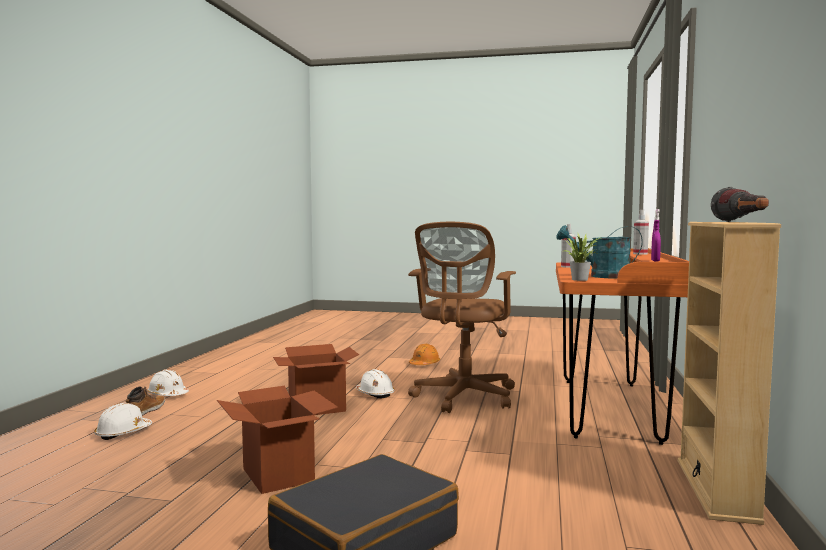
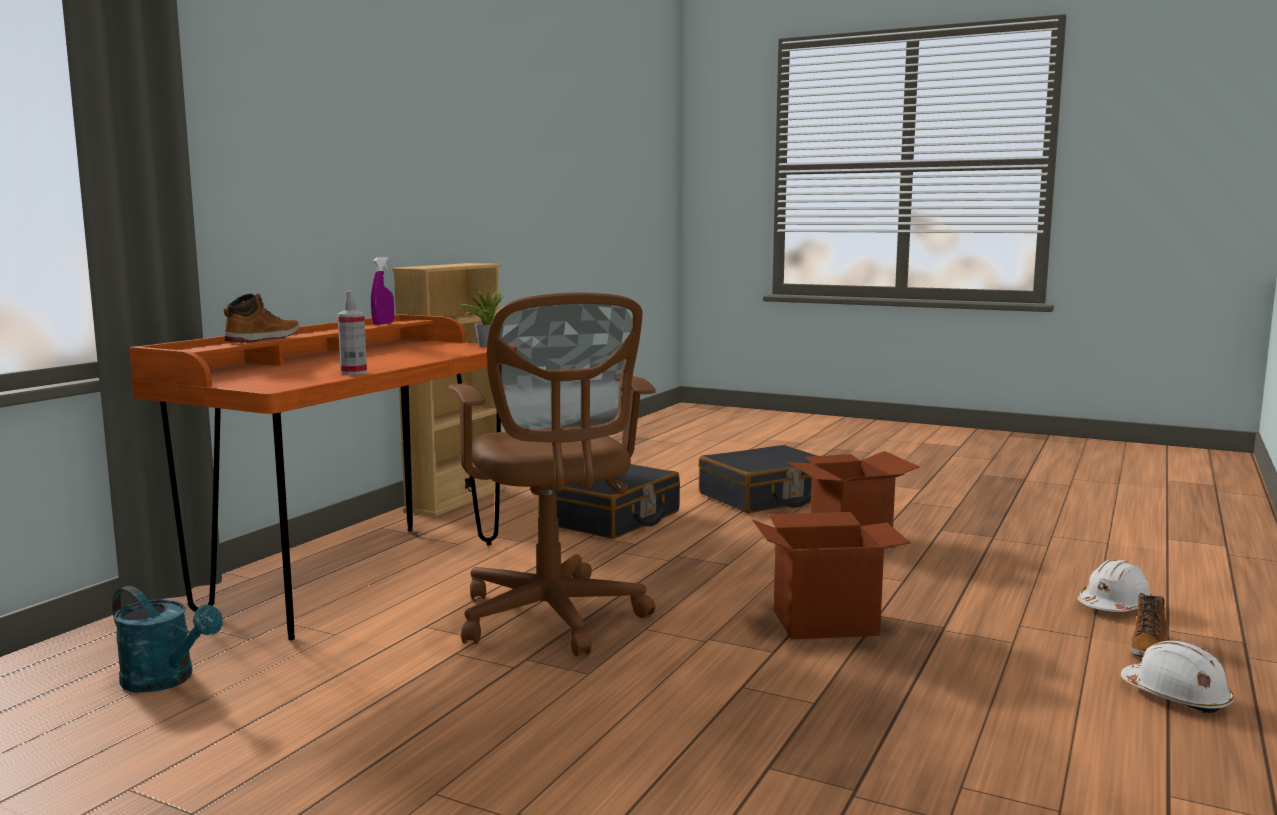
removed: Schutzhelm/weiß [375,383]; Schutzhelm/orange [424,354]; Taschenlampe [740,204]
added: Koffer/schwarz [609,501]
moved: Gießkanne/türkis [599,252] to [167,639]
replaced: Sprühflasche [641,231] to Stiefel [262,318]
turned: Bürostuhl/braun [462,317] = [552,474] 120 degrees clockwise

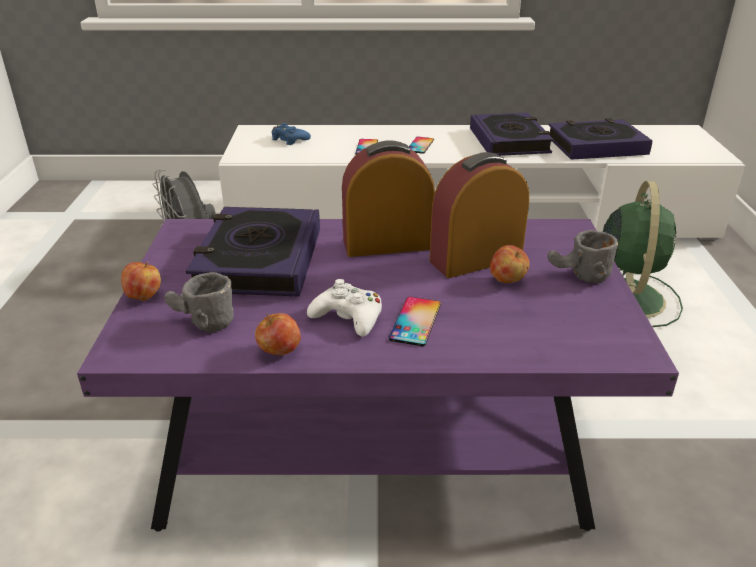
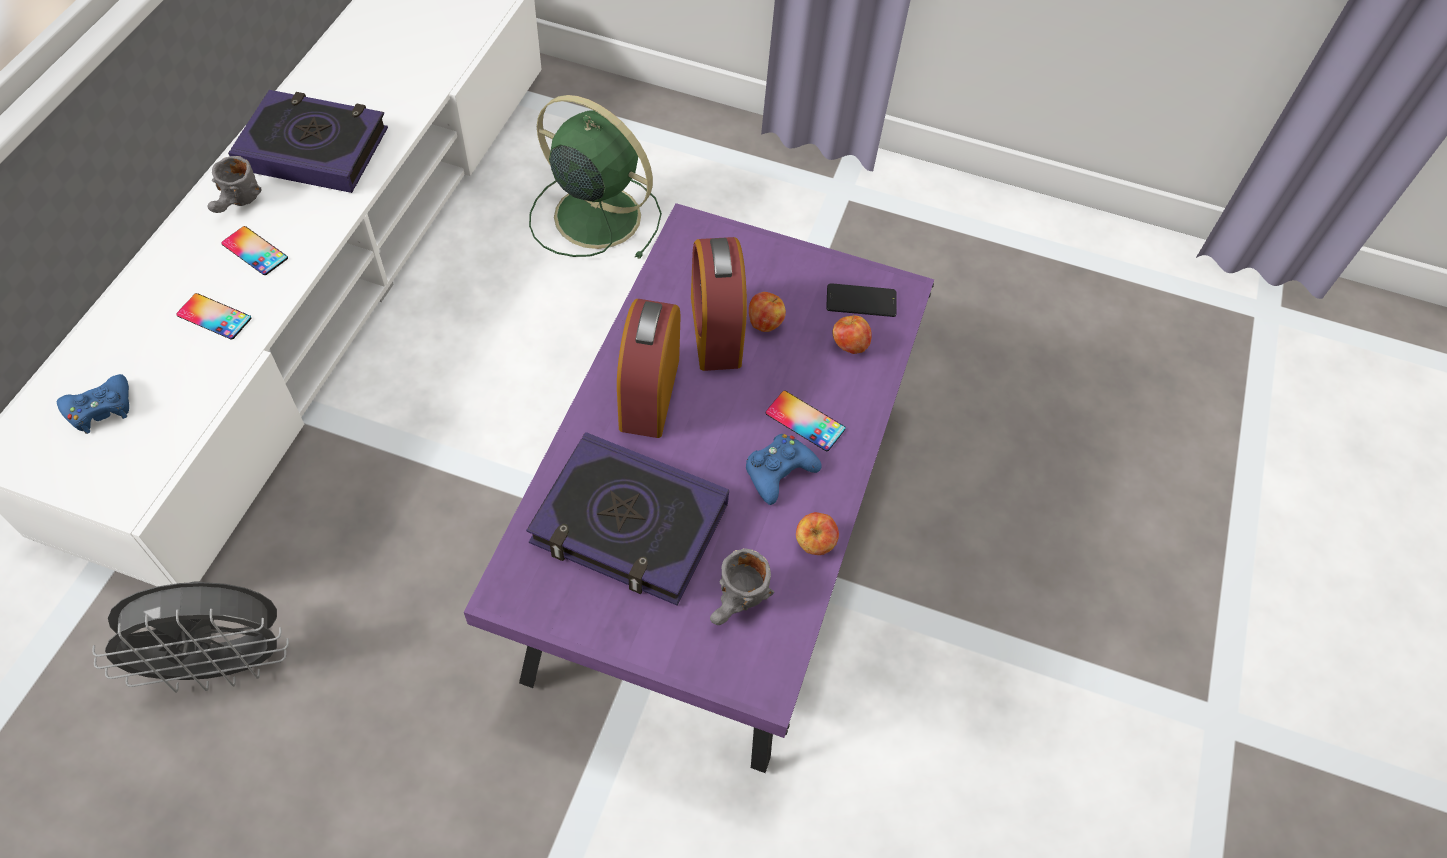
removed: Buch [601,139]
added: Handy [861,300]
moved: Henkelbecher/grau [582,256] to [235,184]; Apfel [141,281] to [852,334]
recoloured: Gamepad/weiß [344,308] to Gamepad/blau [784,469]

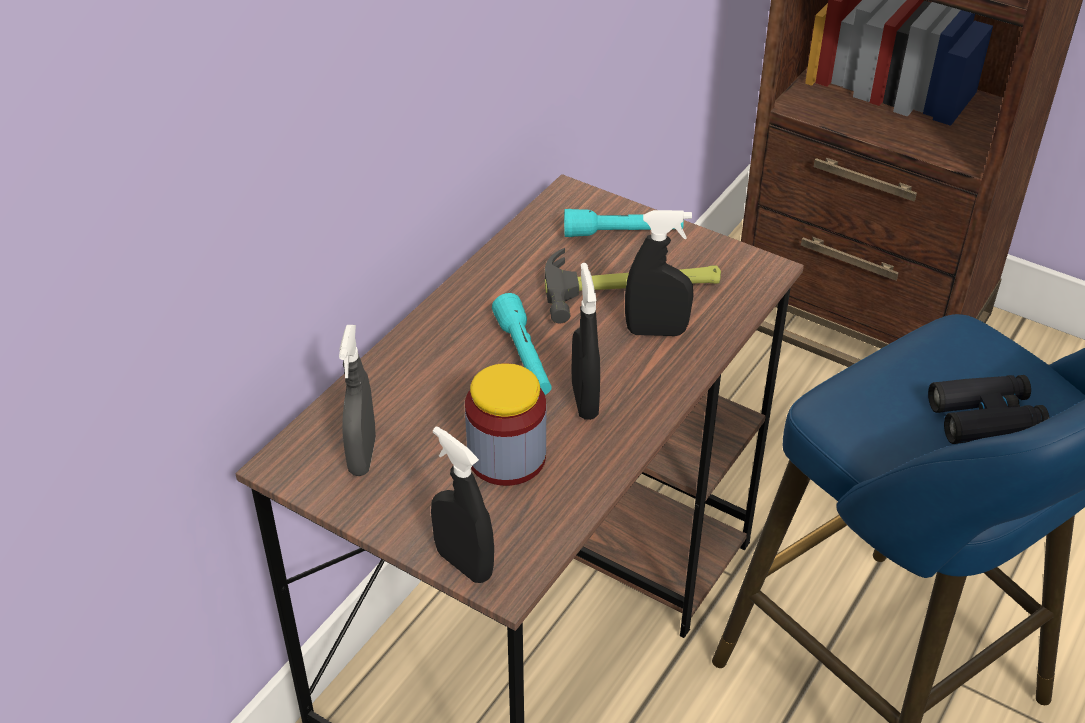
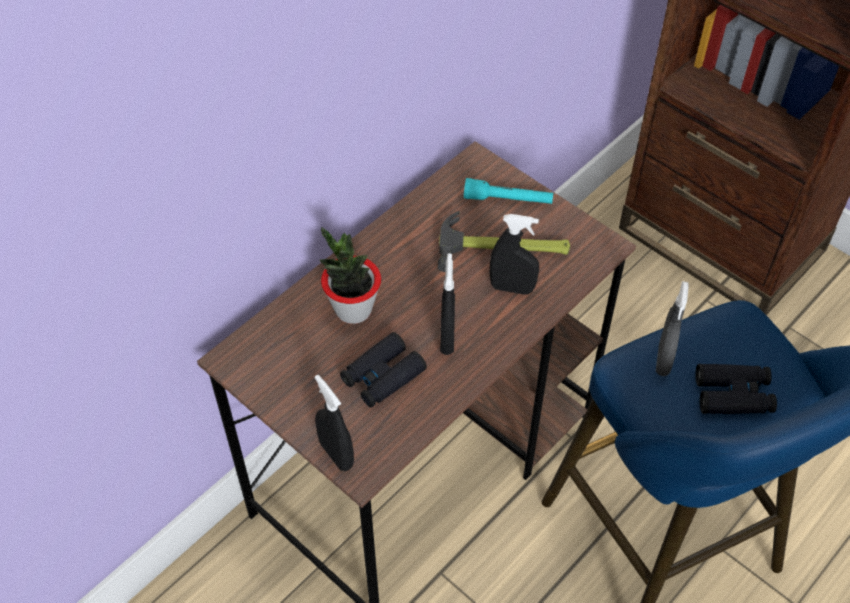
removed: Taschenlampe/türkis [522,344]
added: Topfpflanze [350,275]
moved: Sprühflasche/grau [357,400] to [672,328]
replaced: Vorratsglas [505,424] to Fernglas/schwarz [383,370]

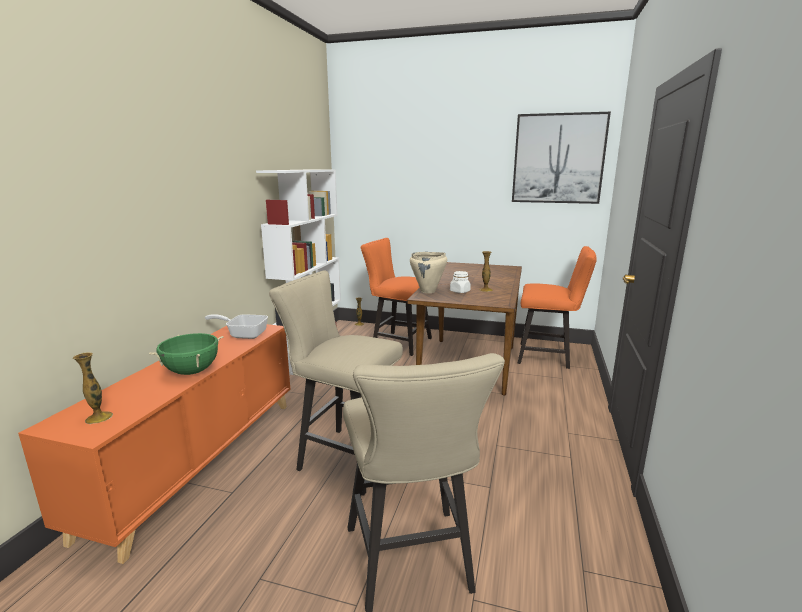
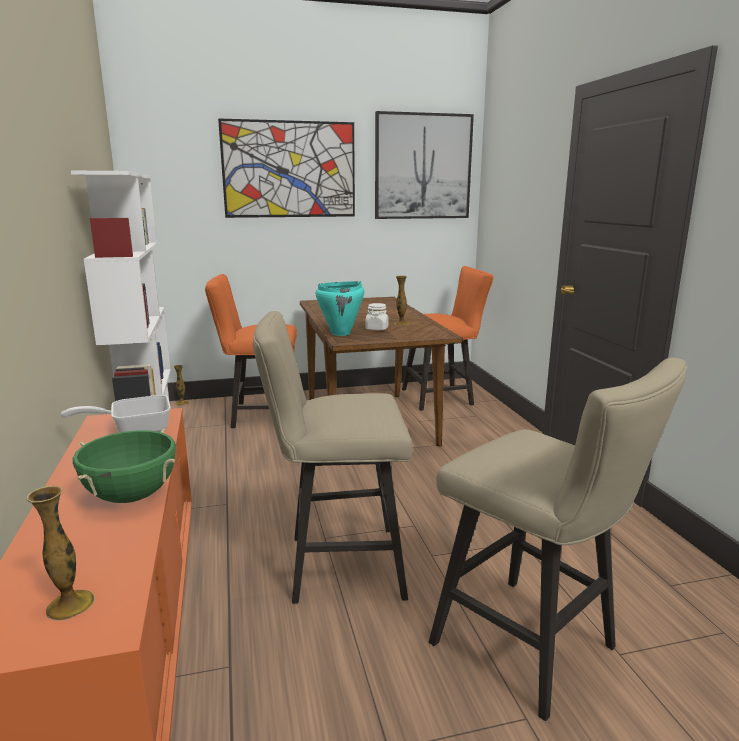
added: Bild [286,168]
recoloured: Kochtopf/beige [428,272] to Kochtopf/türkis [340,308]

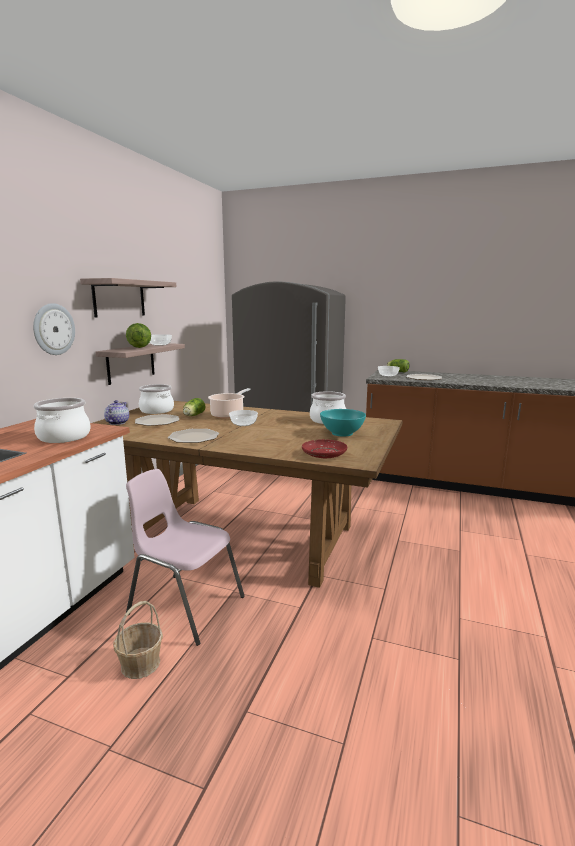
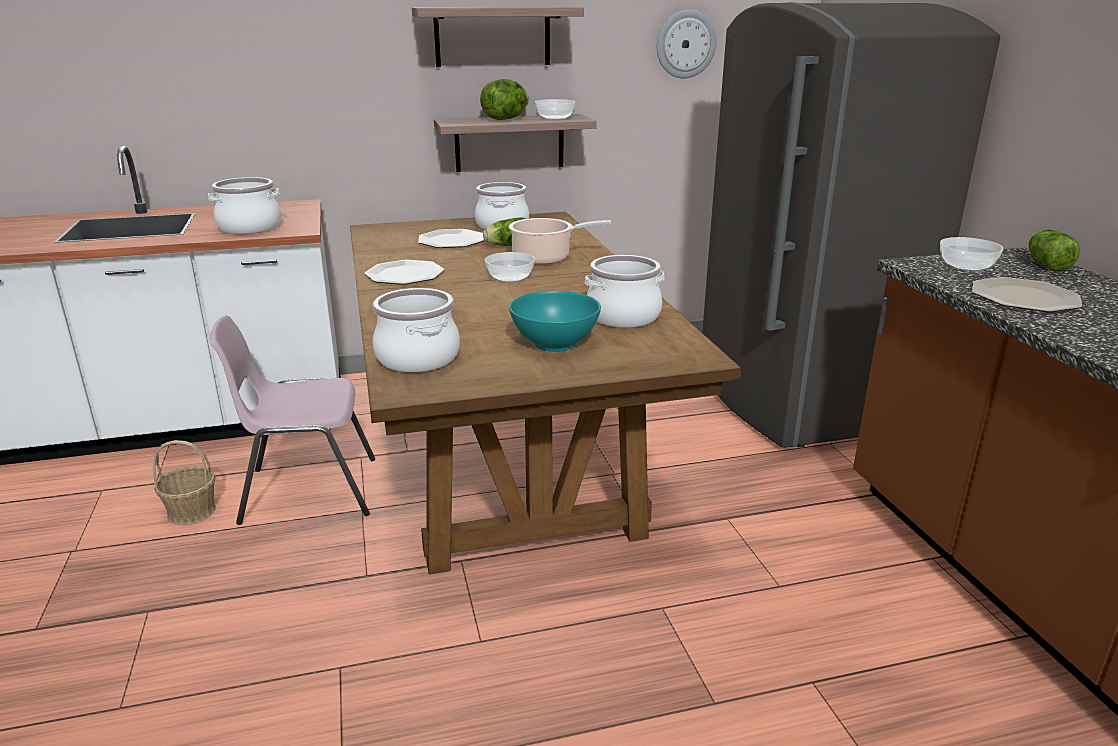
removed: Teekanne [116,412]
moved: Wanduhr [54,329] to [687,43]
replaced: Teller/rot [324,448] to Kochtopf [416,330]
turned: Stuhl/rosa [185,557] = [292,420] 90 degrees counterclockwise

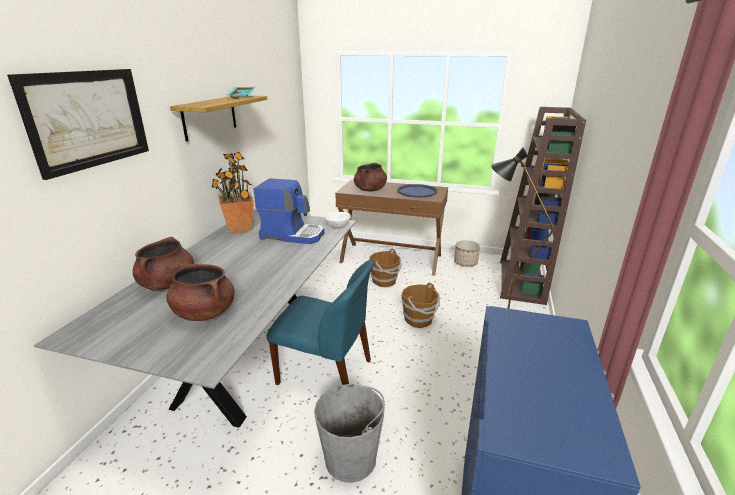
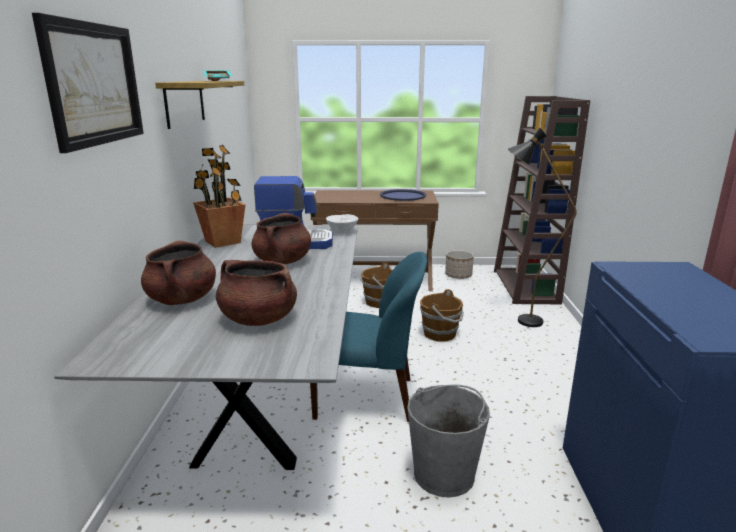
moved: Kochtopf/braun [370,177] to [281,238]

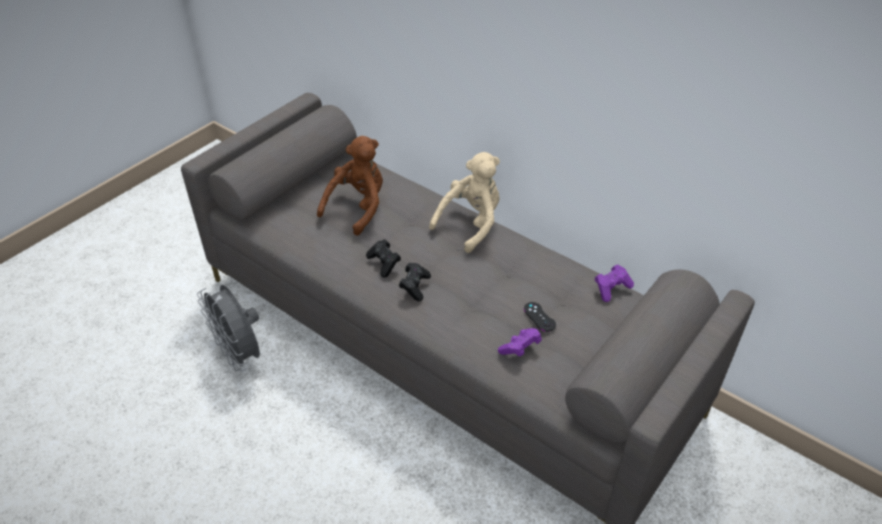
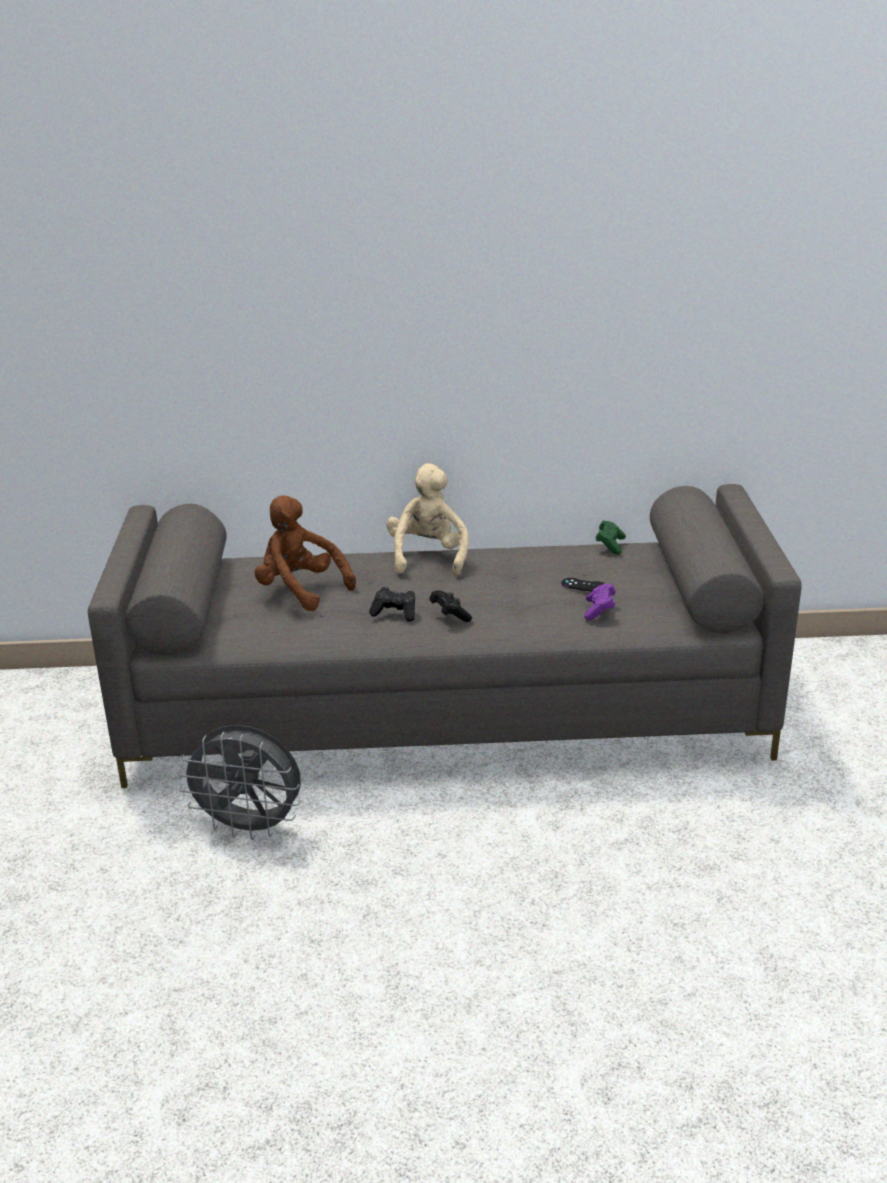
recoloured: Gamepad/lila [614,283] to Gamepad/grün [611,537]
turned: Plüschtier/braun [350,186] = [305,553] 45 degrees counterclockwise

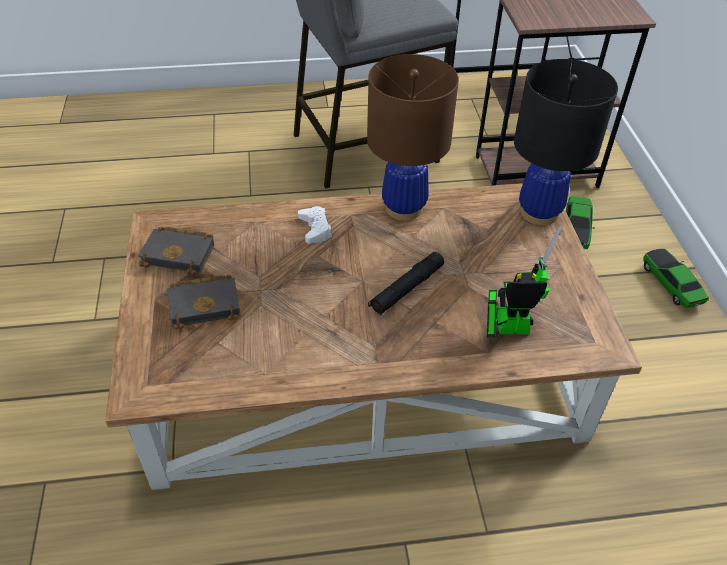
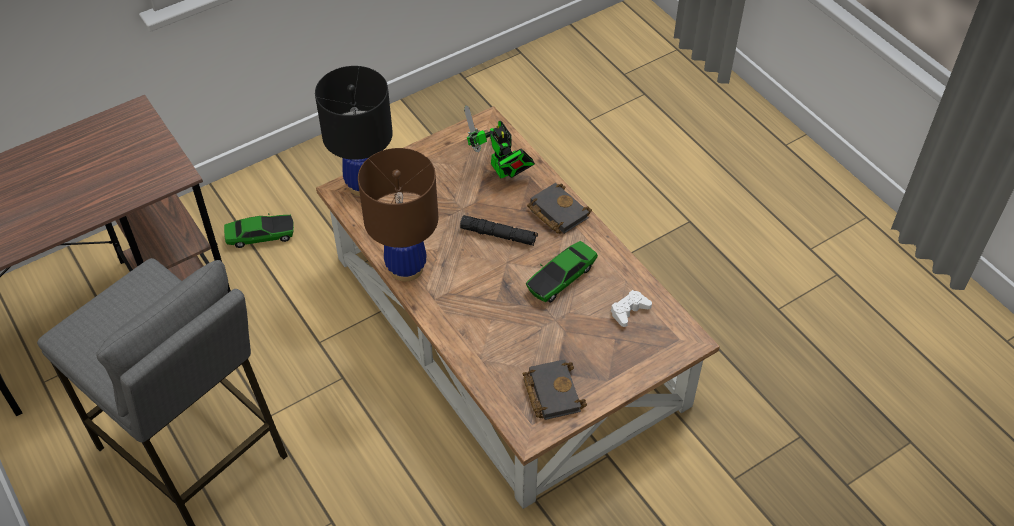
moved: Spielzeugauto [676,278] to [562,272]; Buch/schwarz [204,302] to [559,208]; Gamepad/weiß [315,225] to [631,308]

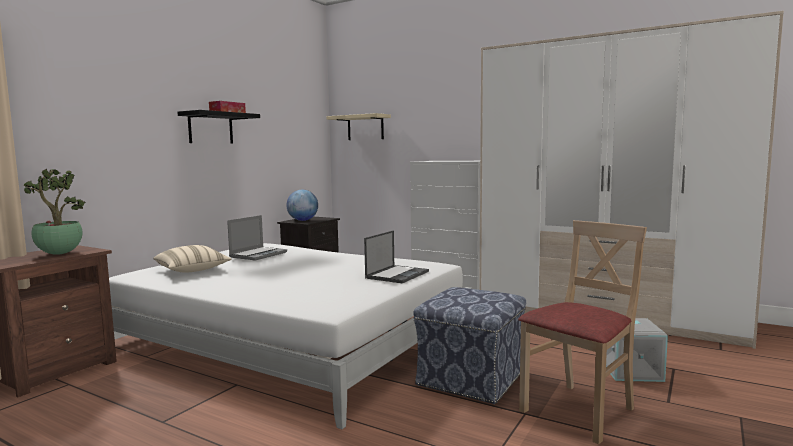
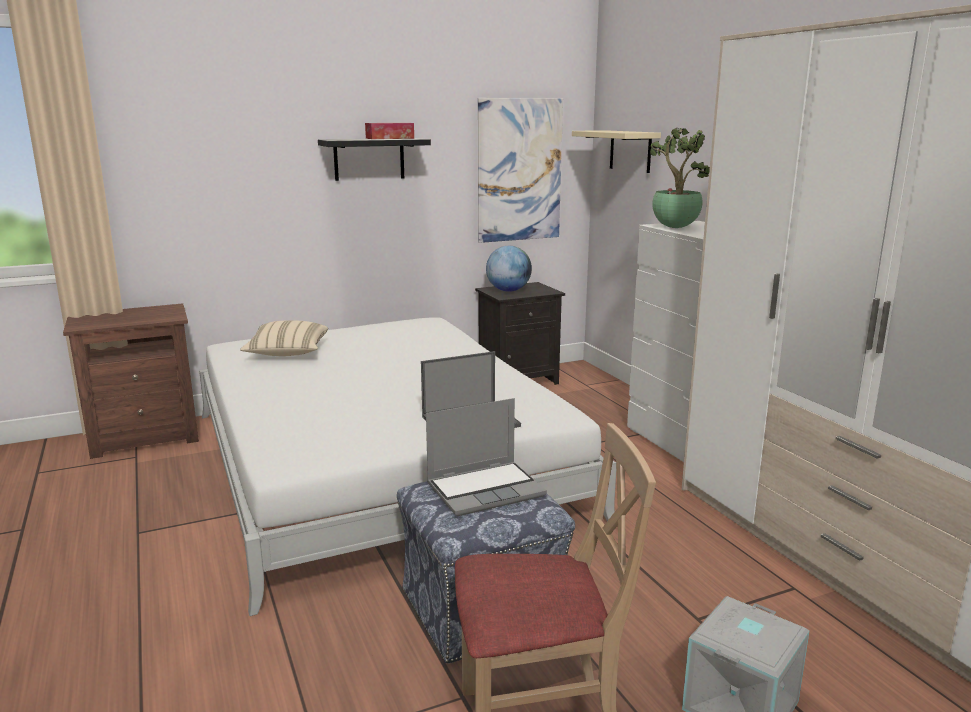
added: Bild [520,170]
moved: Laptop [257,238] to [486,457]; Topfpflanze [55,212] to [680,177]

